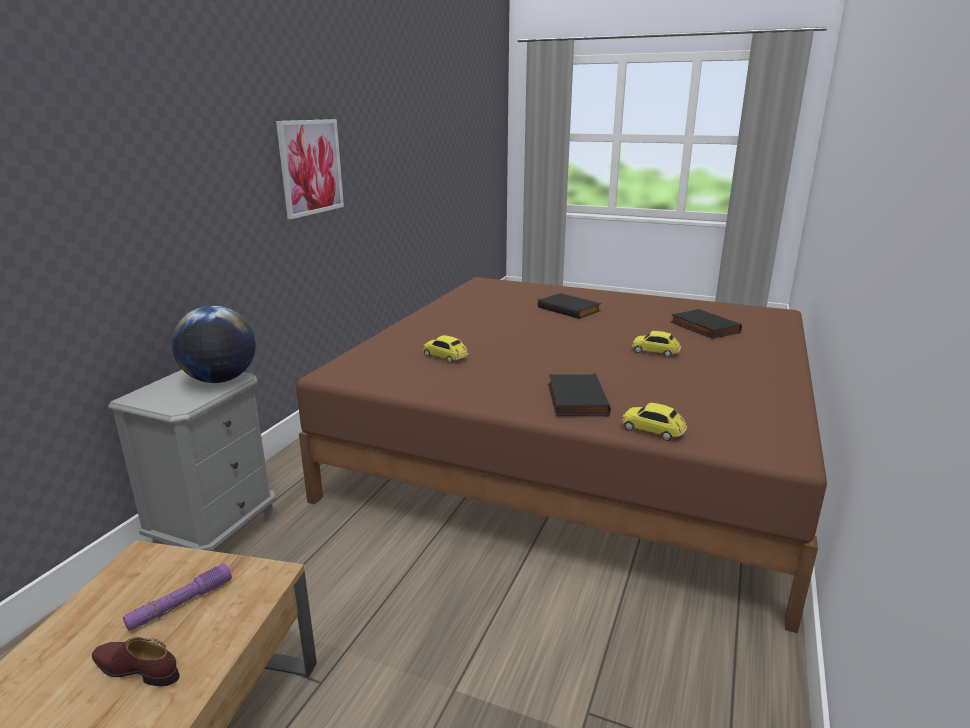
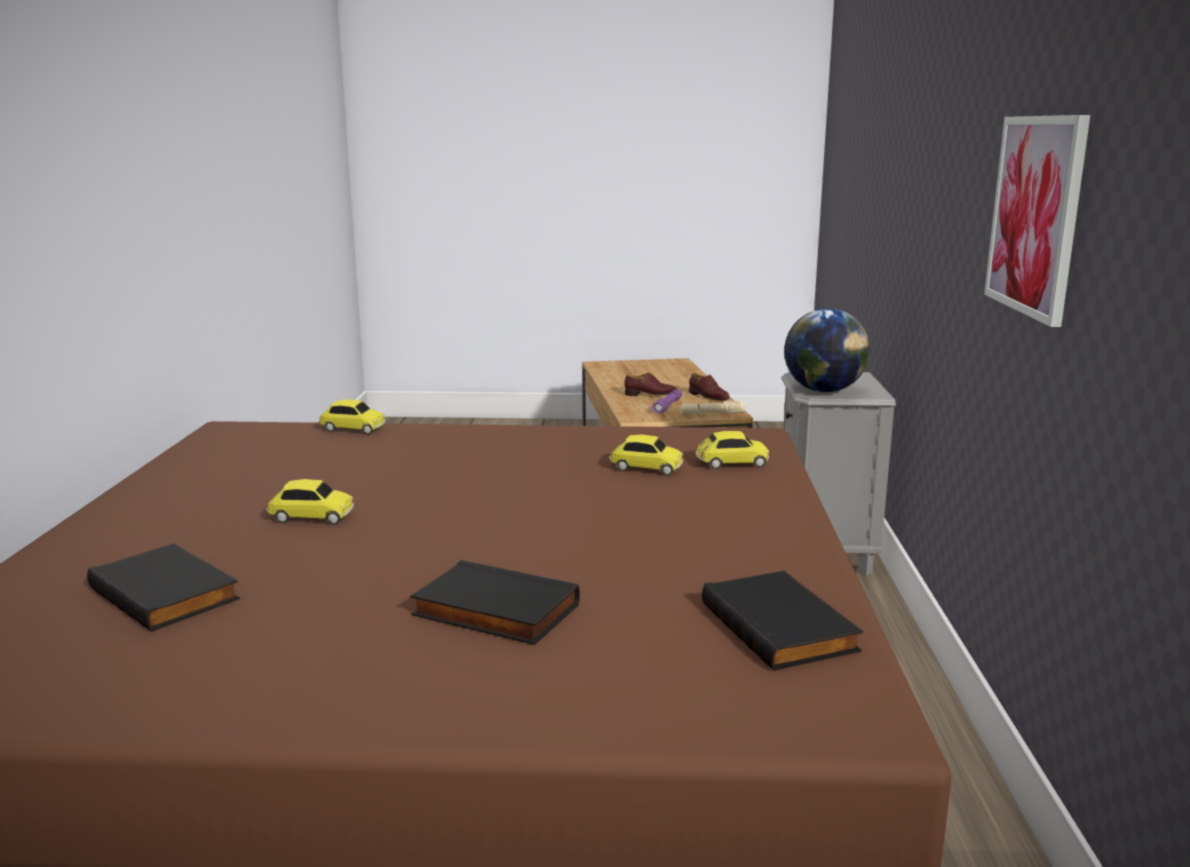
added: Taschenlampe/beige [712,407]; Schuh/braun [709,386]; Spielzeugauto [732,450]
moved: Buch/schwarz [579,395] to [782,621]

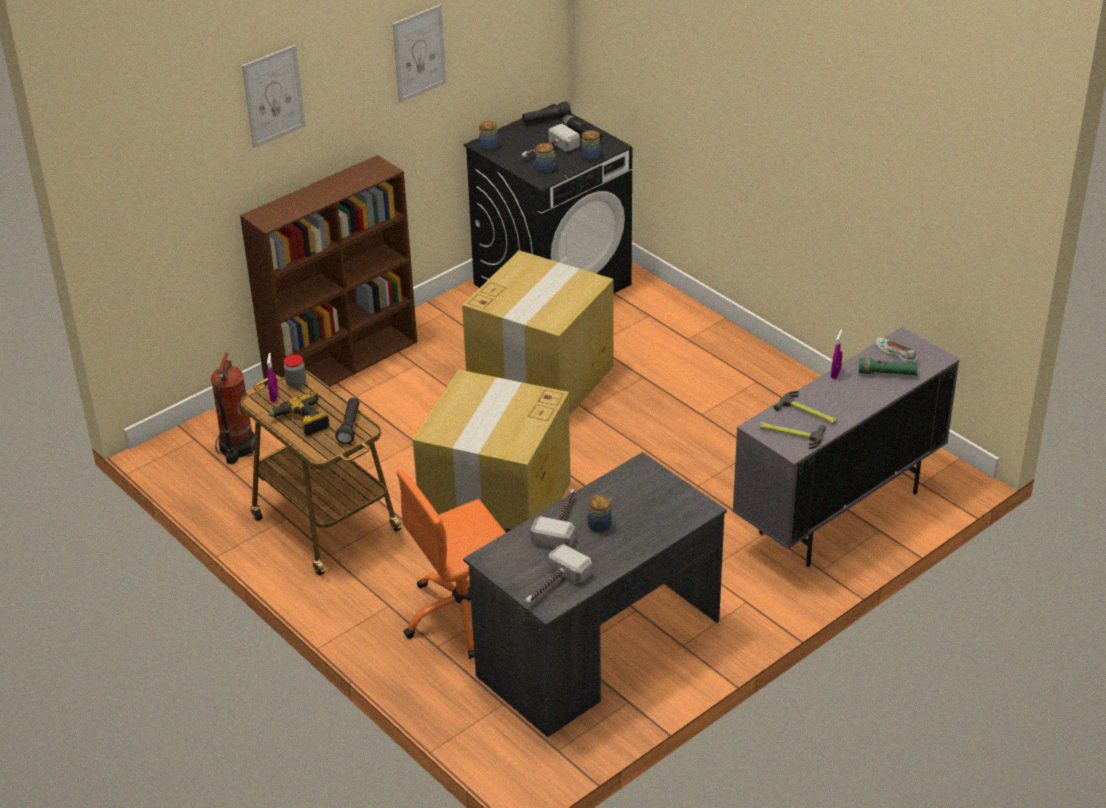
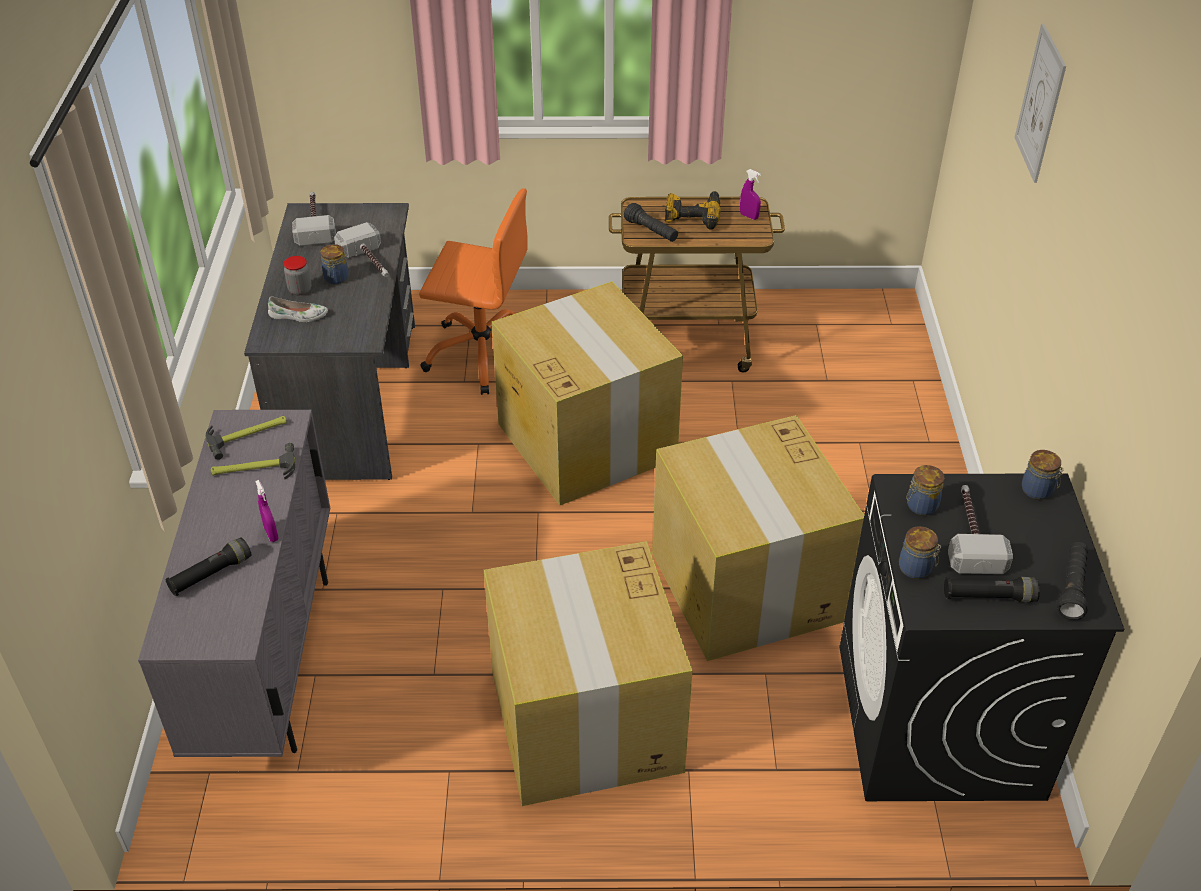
removed: Feuerlöscher [233,408]; Bücherregal/braun [328,271]; Bild [419,53]
added: Karton [588,673]
moved: Schuh/weiß [896,351] to [298,309]; Vorratsglas [295,371] to [298,276]
recoloured: Taschenlampe/grün [888,367] to Taschenlampe/schwarz [209,566]
turned: Bürostuhl/orange [451,564] = [473,291] 90 degrees clockwise

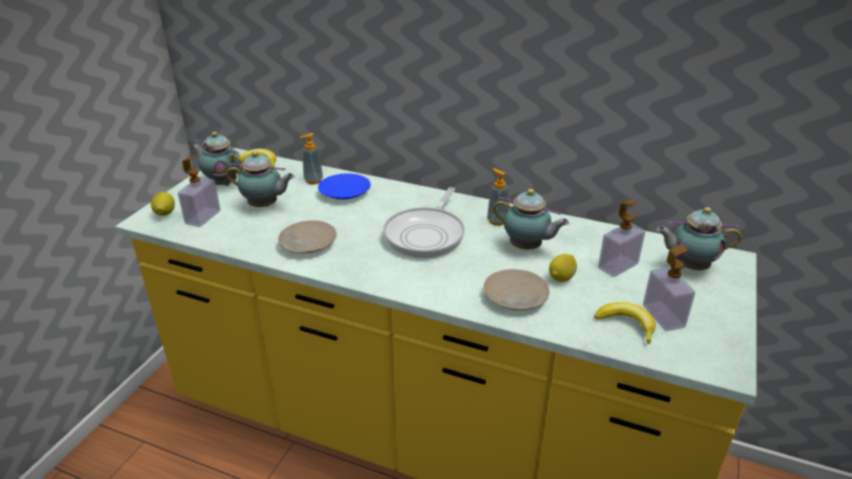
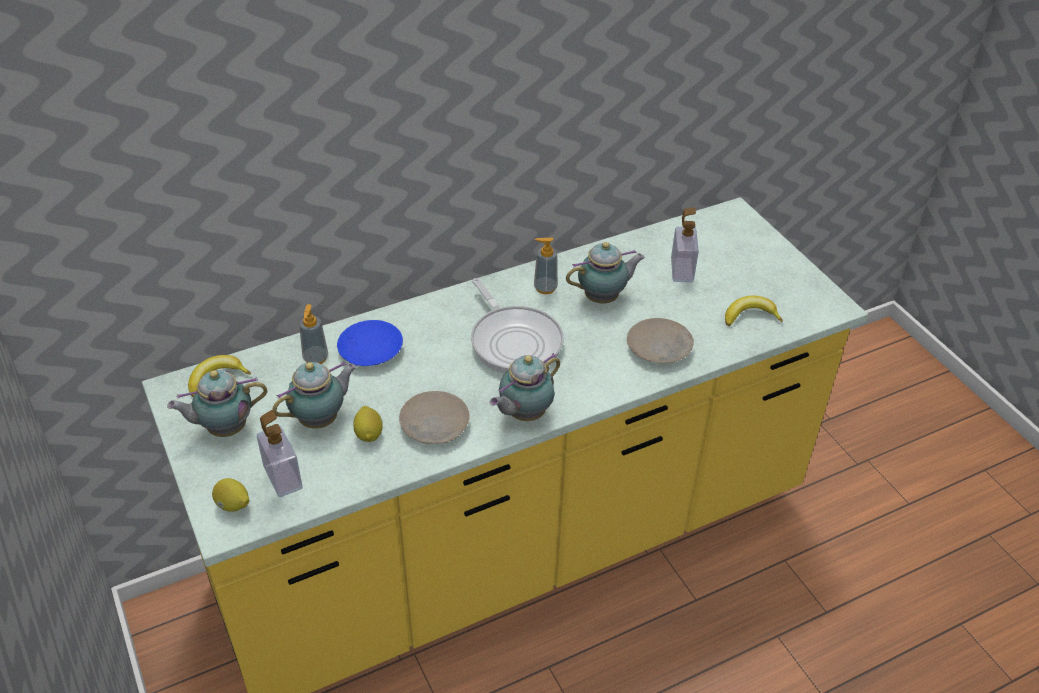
removed: Seifenspender [669,287]
moved: Zitrone [563,268] to [368,424]; Teekanne [699,238] to [525,387]

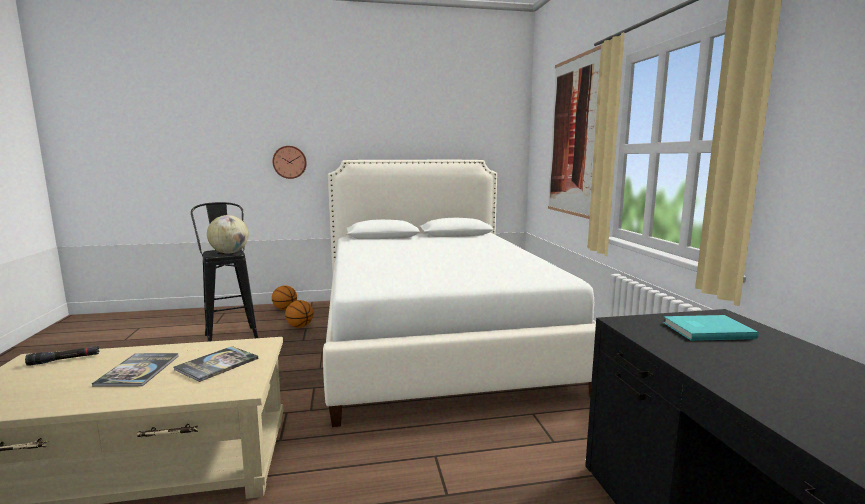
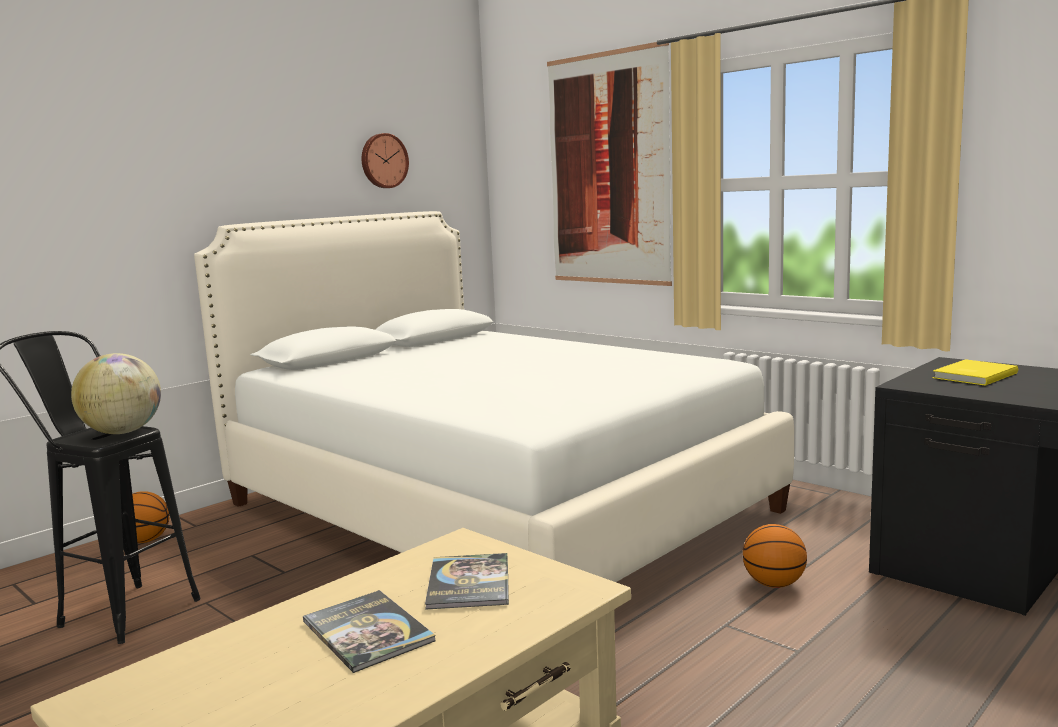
removed: Taschenlampe/schwarz [62,356]
moved: Wanduhr [289,162] to [385,160]; Basketball [299,314] to [775,556]
recoloured: Buch/türkis [711,328] to Buch/gelb [975,372]

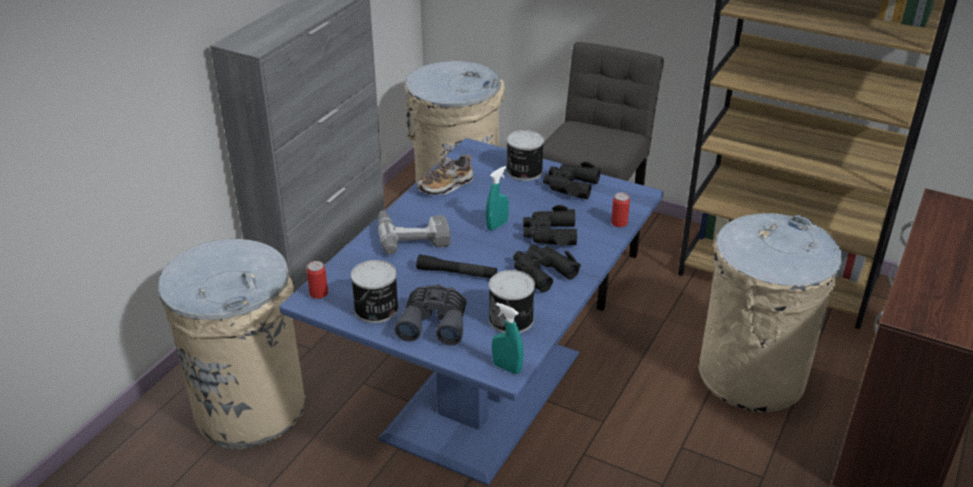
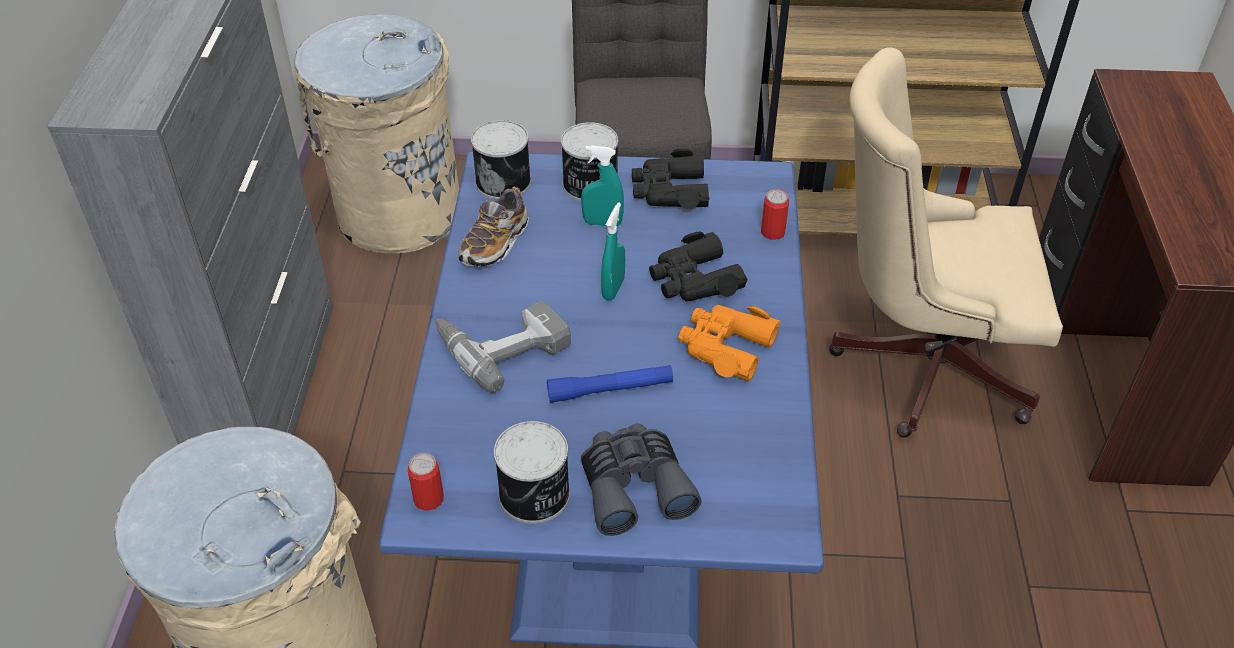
moved: Dose [512,301] to [501,160]; Sprühflasche/türkis [507,338] to [602,186]
replaced: Mülleimer/beige [770,312] to Bürostuhl/beige [946,242]
recoloured: Taschenlampe/schwarz [456,266] to Taschenlampe/blau [610,384]; Fernglas/schwarz [547,268] to Fernglas/orange [729,343]

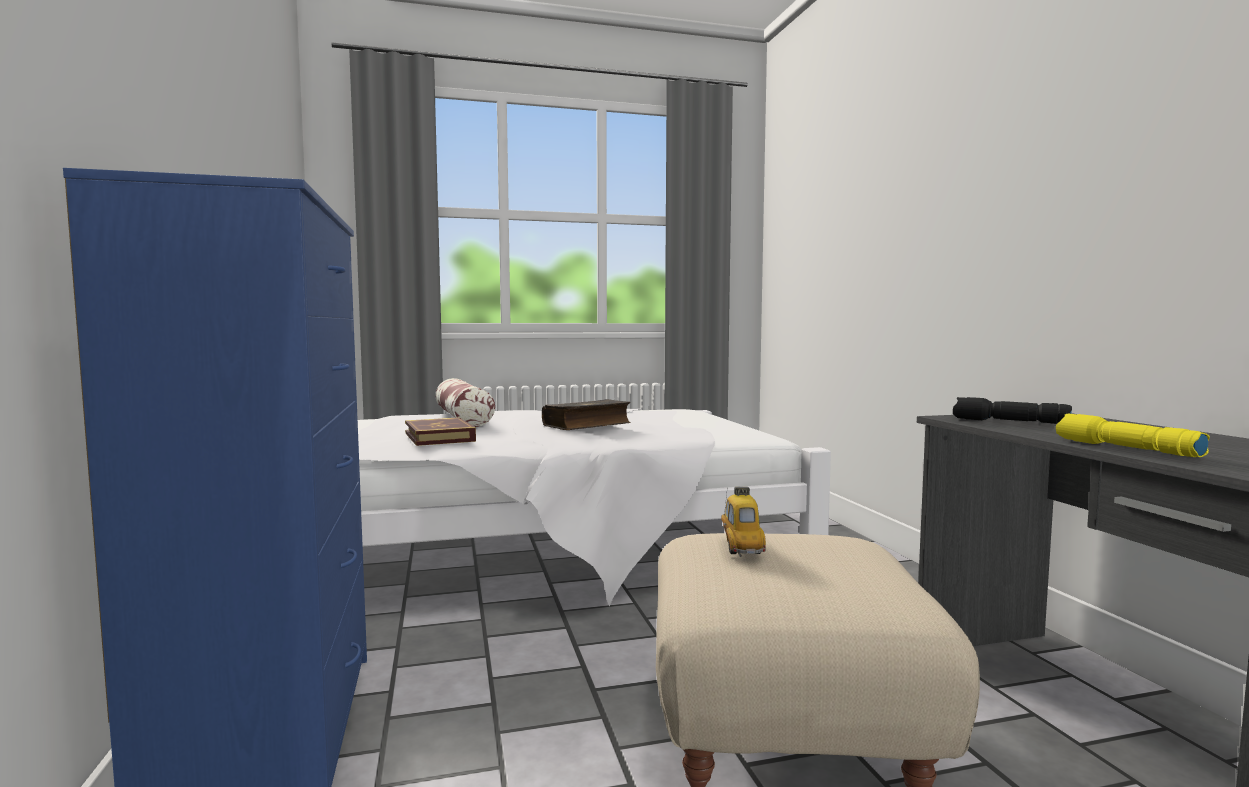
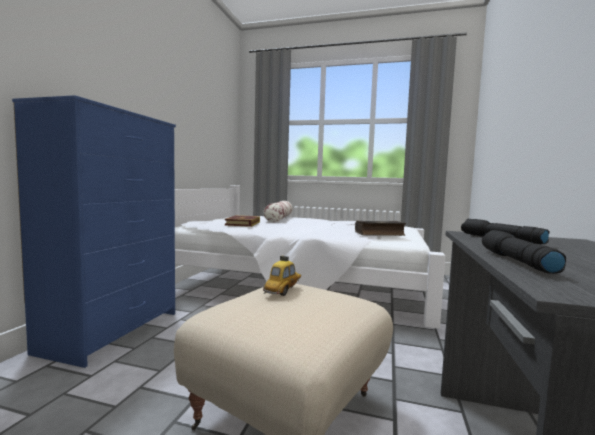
moved: Buch [586,414] to [380,228]
recoloured: Taschenlampe/gelb [1133,435] to Taschenlampe/schwarz [524,252]

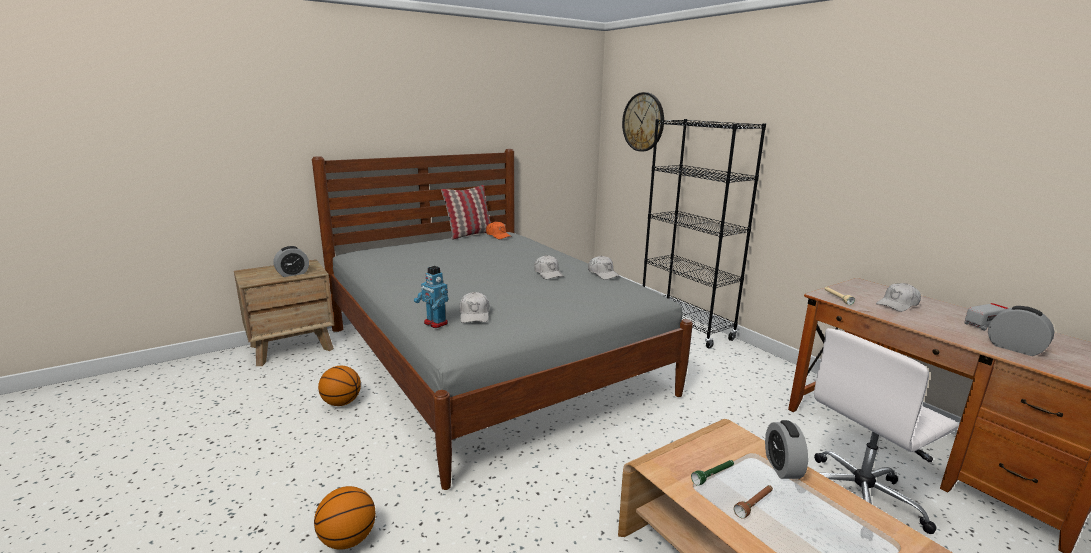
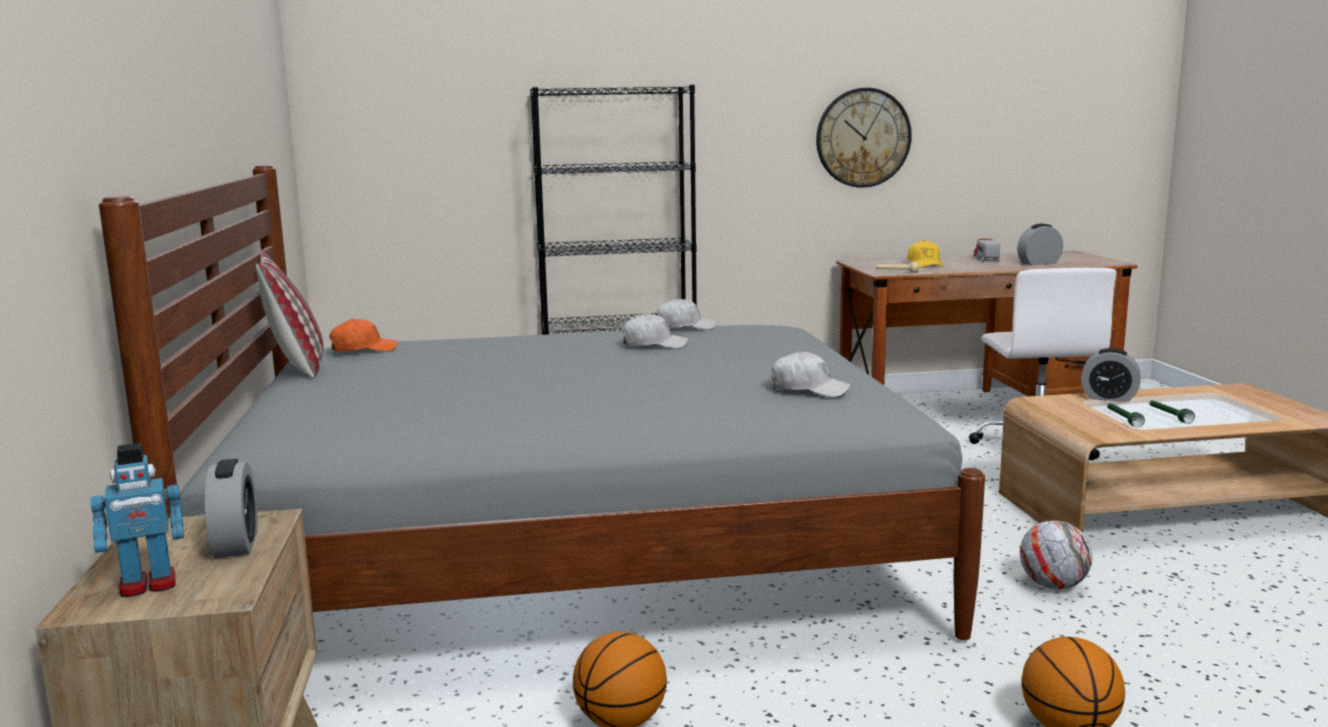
added: Fußball [1056,554]
moved: Spielzeugroboter [431,297] to [137,520]; Wanduhr [643,122] to [864,138]
recoloured: Kappe/weiß [898,297] to Kappe/gelb [925,254]; Taschenlampe/braun [753,502] to Taschenlampe/grün [1172,412]

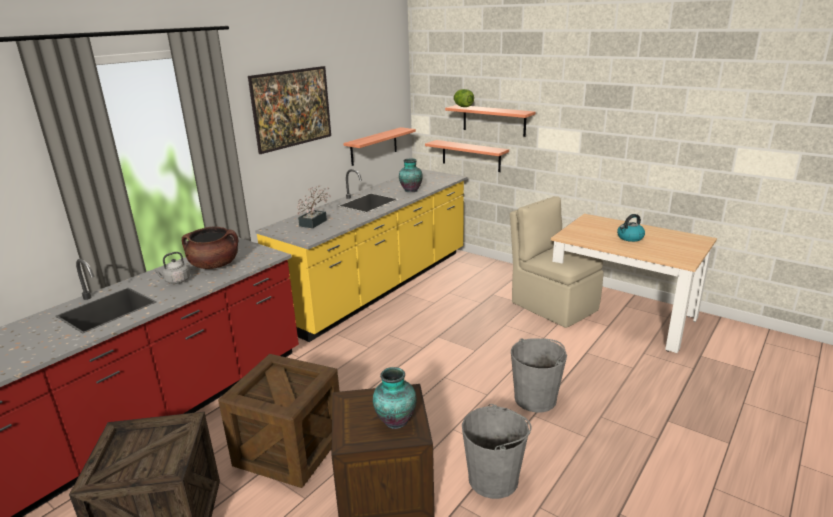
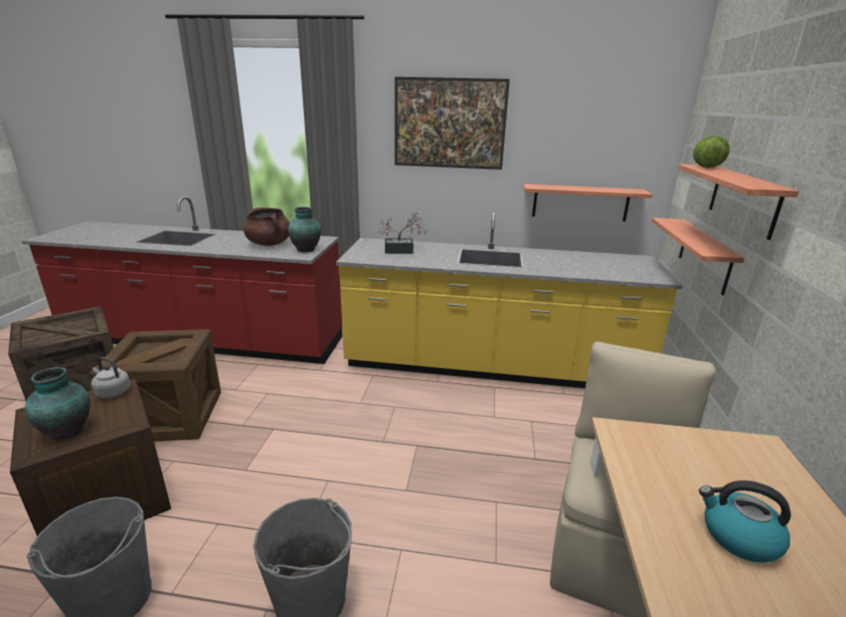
moved: Wasserkessel/grau [172,268] to [110,378]; Vase [411,175] to [304,230]

